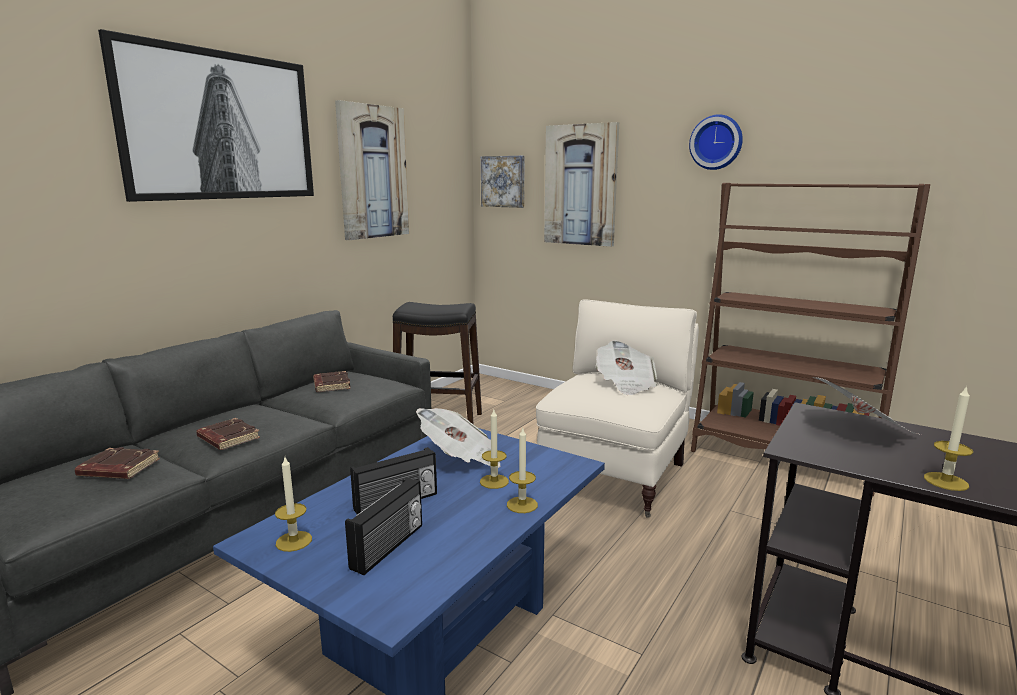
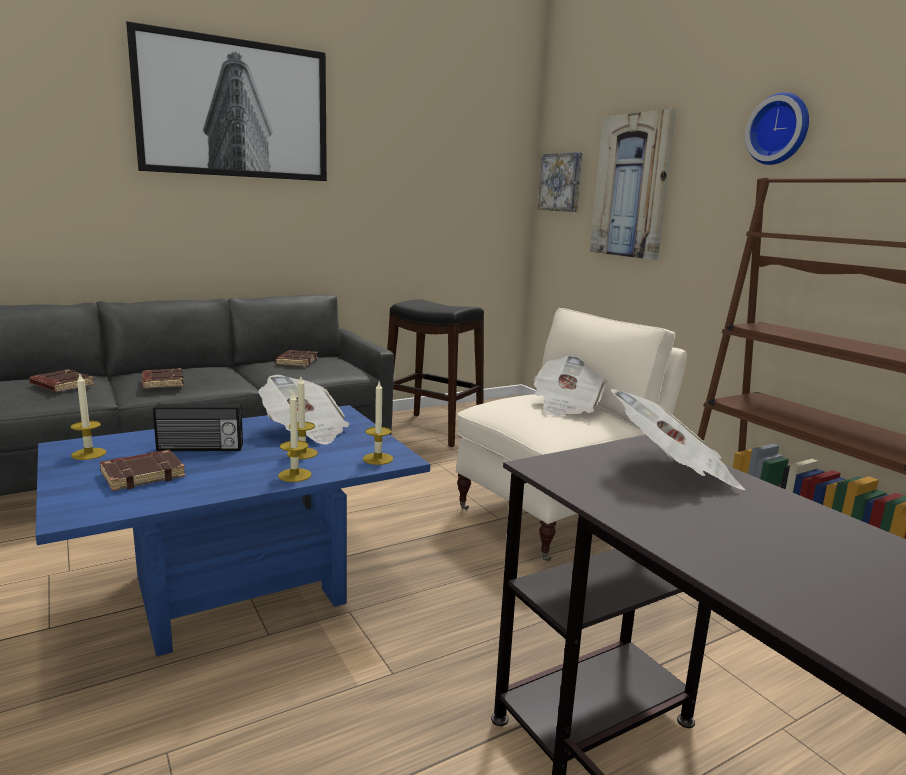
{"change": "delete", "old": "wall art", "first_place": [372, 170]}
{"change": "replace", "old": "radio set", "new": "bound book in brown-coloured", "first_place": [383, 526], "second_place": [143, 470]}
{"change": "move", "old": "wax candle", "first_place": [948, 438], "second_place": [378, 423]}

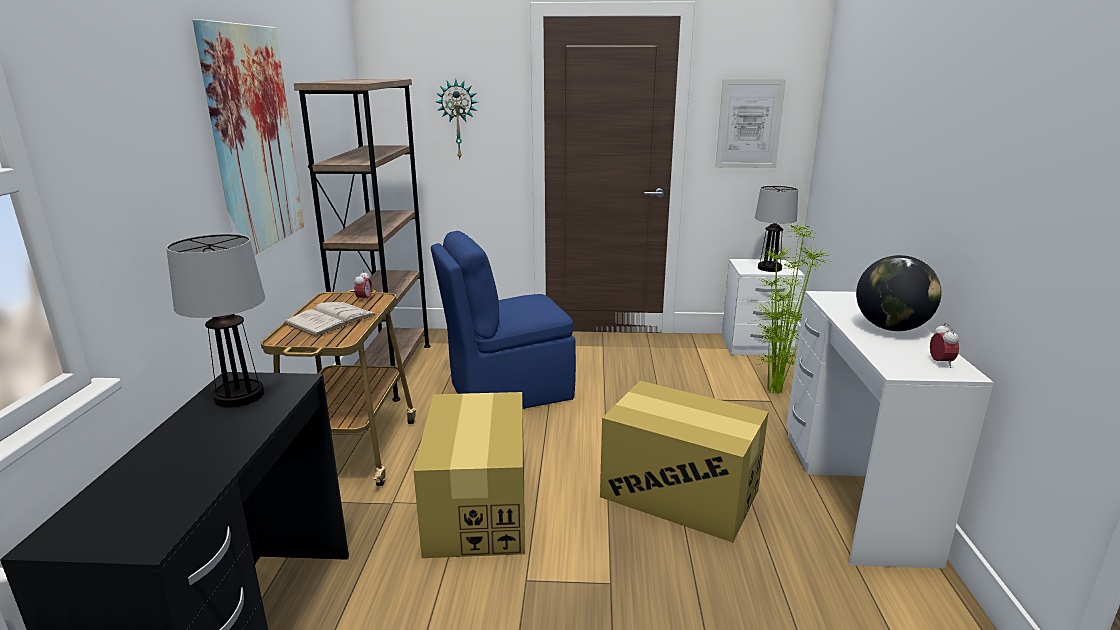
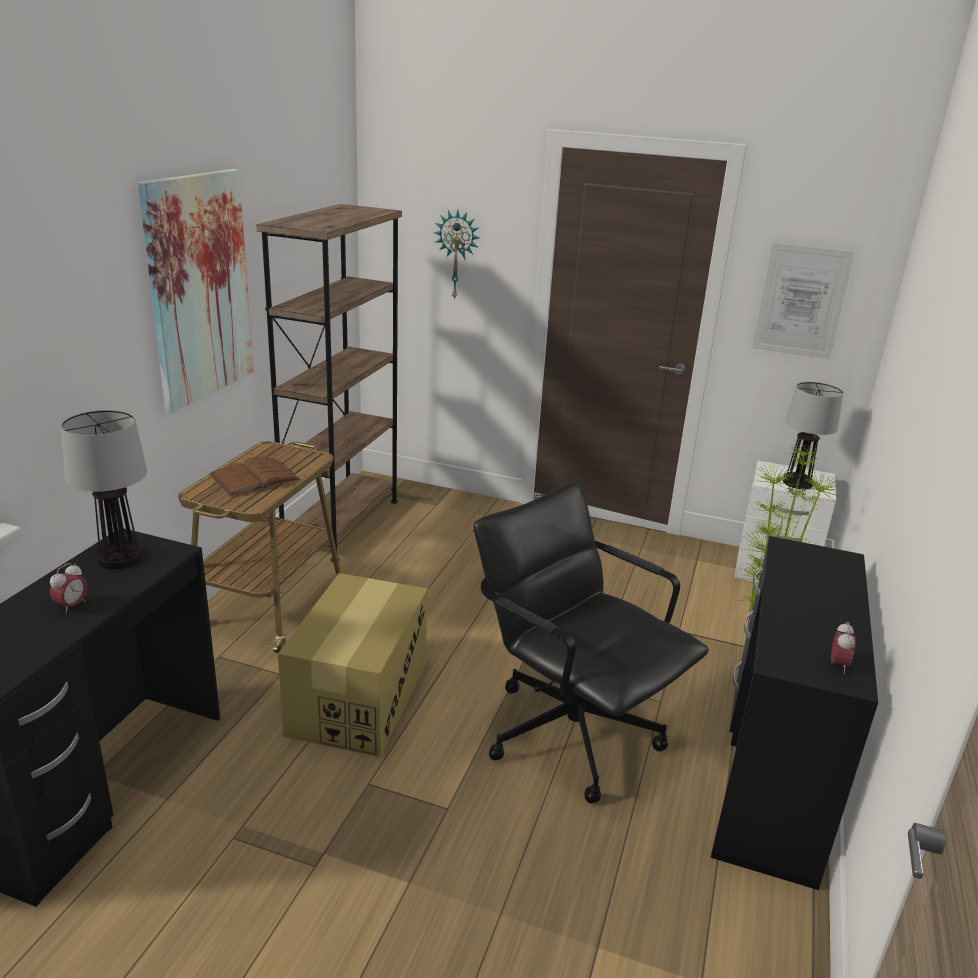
{"change": "recolor", "old": "bound book in whitish", "new": "bound book in brown-coloured", "first_place": [330, 319], "second_place": [254, 476]}
{"change": "move", "old": "bedside clock", "first_place": [363, 285], "second_place": [68, 588]}
{"change": "delete", "old": "chair in blue", "first_place": [503, 320]}
{"change": "replace", "old": "cardboard box", "new": "computer chair in black-coloured", "first_place": [684, 462], "second_place": [591, 643]}
{"change": "recolor", "old": "desk unit in whitish", "new": "desk unit in black-coloured", "first_place": [890, 430], "second_place": [794, 713]}
{"change": "delete", "old": "globe", "first_place": [899, 293]}

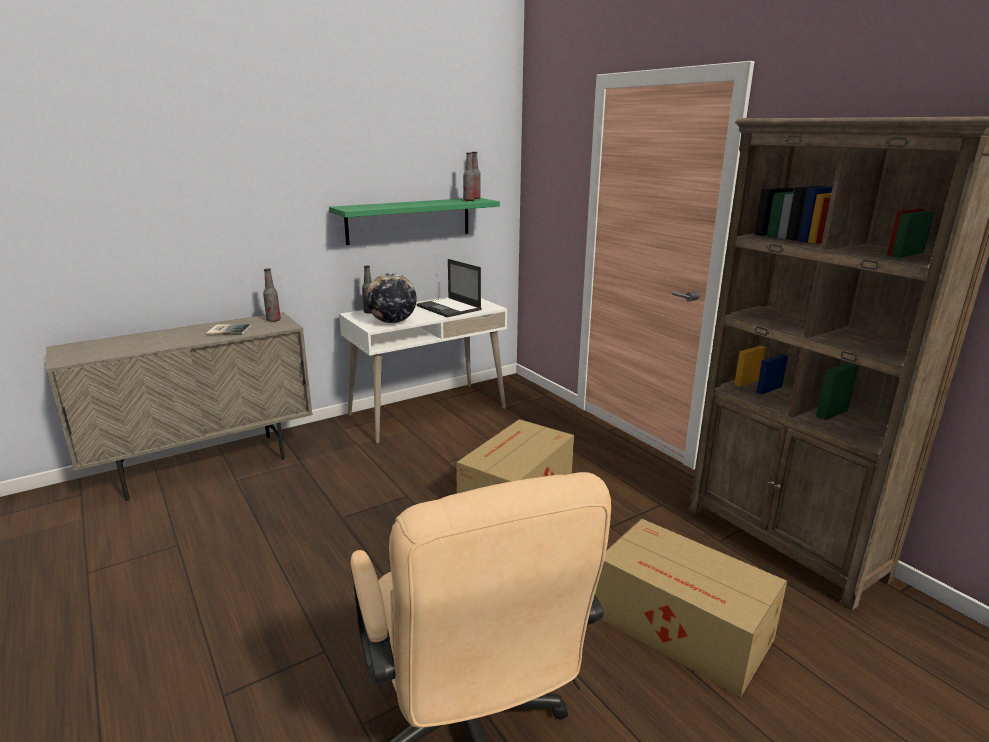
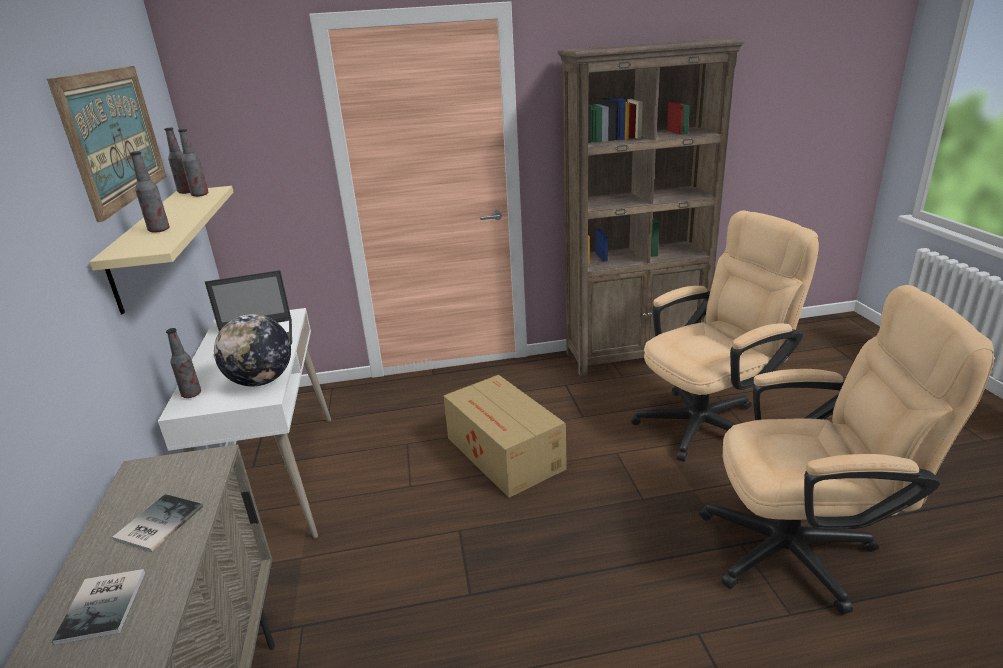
{"change": "move", "old": "beverage bottle", "first_place": [272, 295], "second_place": [150, 192]}
{"change": "recolor", "old": "shelf in greenish", "new": "shelf in beige", "first_place": [414, 221], "second_place": [161, 250]}
{"change": "replace", "old": "cardboard box", "new": "computer chair in beige", "first_place": [691, 608], "second_place": [725, 336]}
{"change": "insert", "new": "wall art", "second_place": [107, 144]}
{"change": "insert", "new": "bound book", "second_place": [98, 607]}

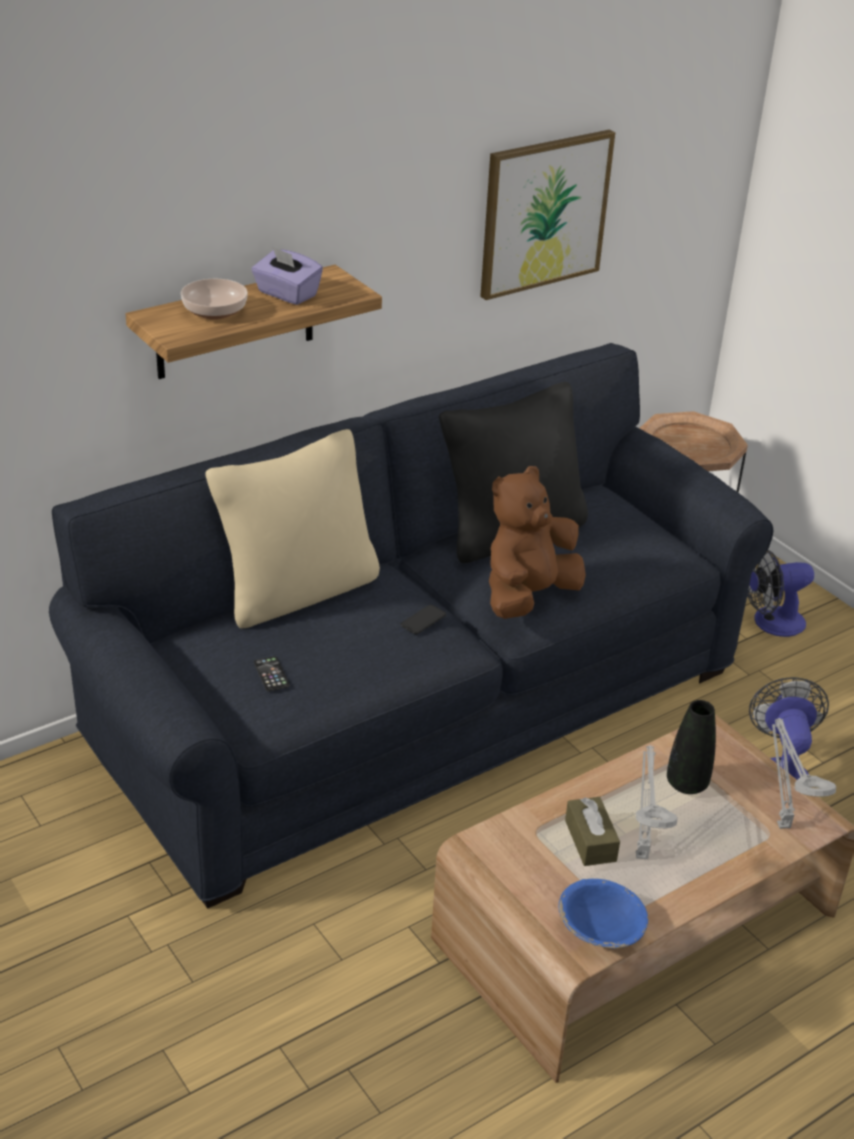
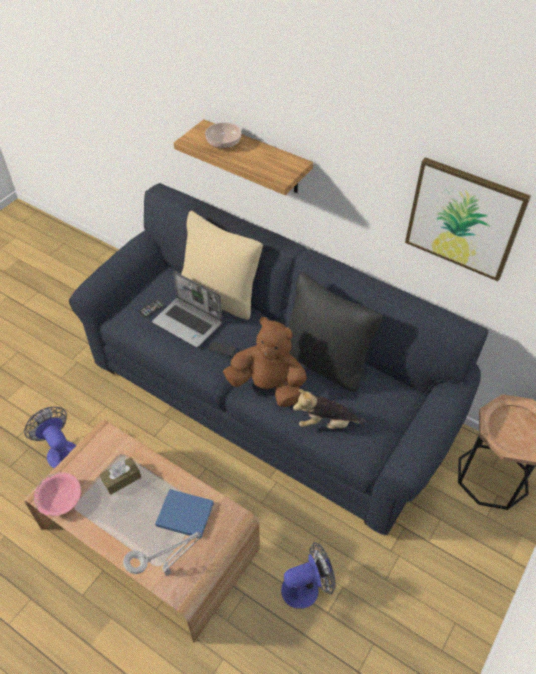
{"change": "delete", "old": "tissue box in purplish", "first_place": [287, 275]}
{"change": "recolor", "old": "deep dish in blue", "new": "deep dish in pink", "first_place": [603, 914], "second_place": [57, 494]}
{"change": "delete", "old": "lamp for a table in gray", "first_place": [657, 802]}
{"change": "replace", "old": "vase in black-coloured", "new": "bound book in blue", "first_place": [691, 747], "second_place": [184, 513]}
{"change": "move", "old": "electric fan", "first_place": [780, 593], "second_place": [50, 437]}
{"change": "insert", "new": "laptop", "second_place": [187, 309]}
{"change": "insert", "new": "plush toy", "second_place": [329, 409]}

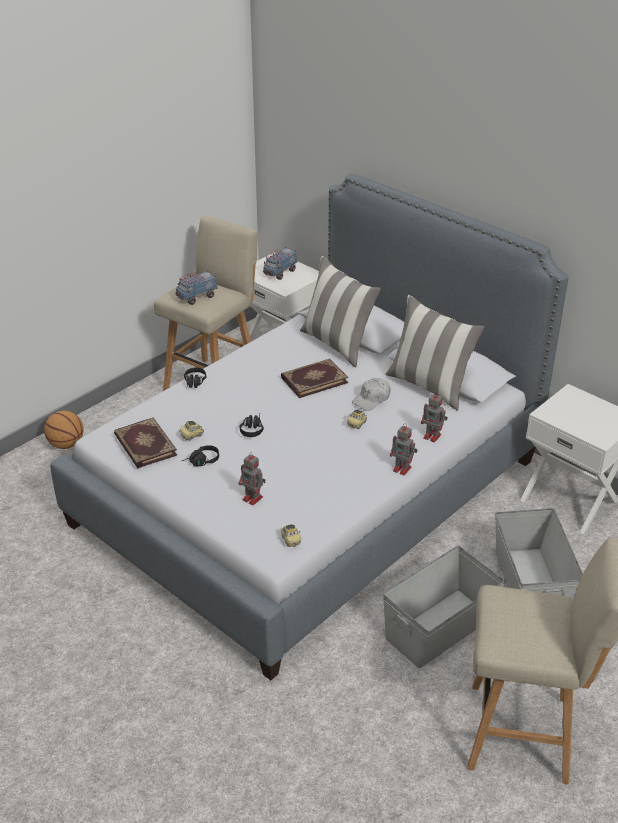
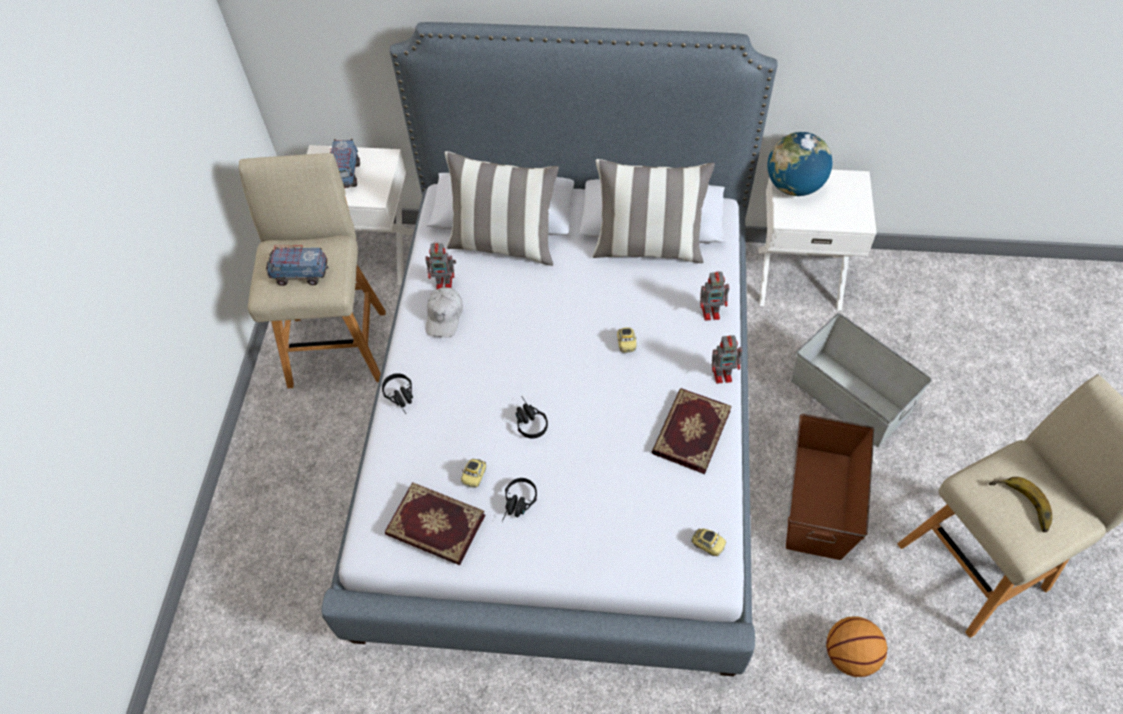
{"change": "move", "old": "basketball ball", "first_place": [63, 430], "second_place": [856, 646]}
{"change": "rotate", "old": "toy lorry", "first_place": [196, 287], "second_place": [297, 265], "degrees": 75}
{"change": "move", "old": "robot figure", "first_place": [252, 479], "second_place": [440, 266]}
{"change": "move", "old": "bound book", "first_place": [314, 378], "second_place": [692, 431]}
{"change": "move", "old": "baseball cap in whitish", "first_place": [371, 394], "second_place": [444, 312]}
{"change": "recolor", "old": "storage bin in gray", "new": "storage bin in brown-coloured", "first_place": [444, 607], "second_place": [830, 487]}
{"change": "insert", "new": "globe", "second_place": [799, 164]}
{"change": "insert", "new": "banana fruit", "second_place": [1020, 504]}

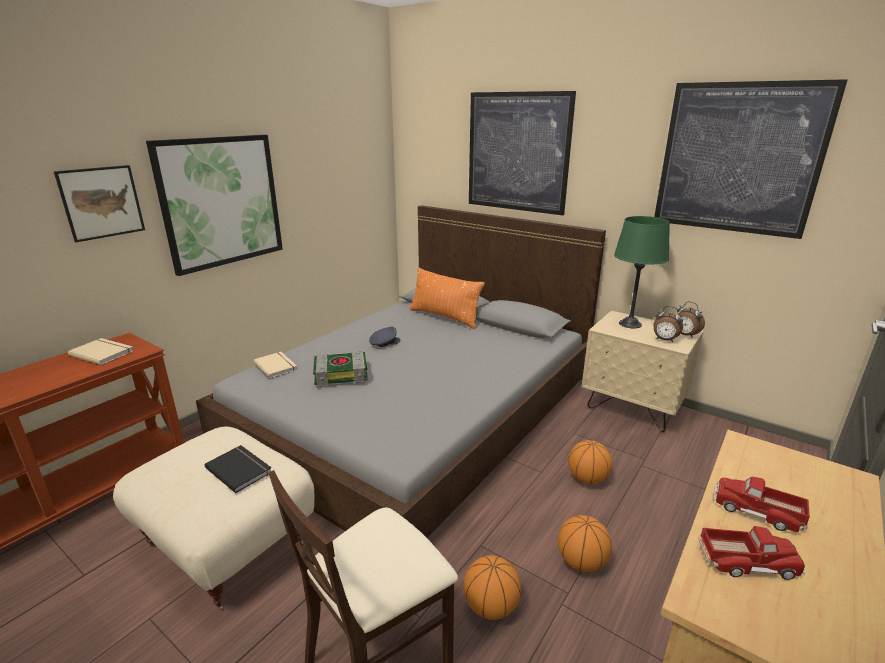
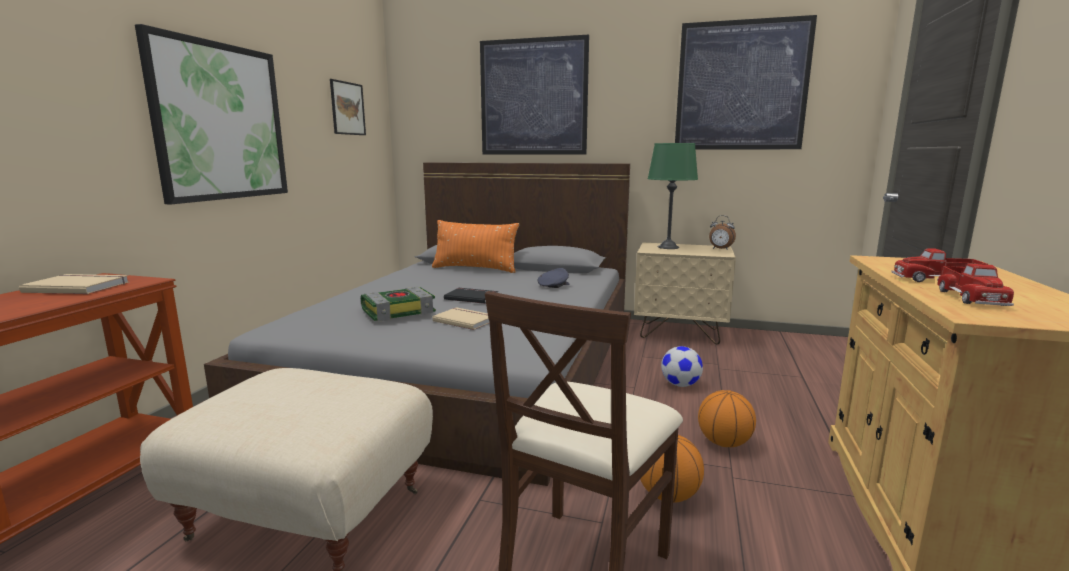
{"change": "move", "old": "wall art", "first_place": [99, 203], "second_place": [348, 107]}
{"change": "move", "old": "bound book in black-coloured", "first_place": [238, 469], "second_place": [471, 296]}
{"change": "move", "old": "bound book in beige", "first_place": [276, 365], "second_place": [461, 318]}
{"change": "move", "old": "baseball cap in gray", "first_place": [384, 337], "second_place": [553, 278]}
{"change": "replace", "old": "basketball ball", "new": "ball for football", "first_place": [590, 462], "second_place": [682, 366]}
{"change": "delete", "old": "bedside clock", "first_place": [668, 324]}
{"change": "rotate", "old": "toy lorry", "first_place": [752, 553], "second_place": [975, 285], "degrees": 120}

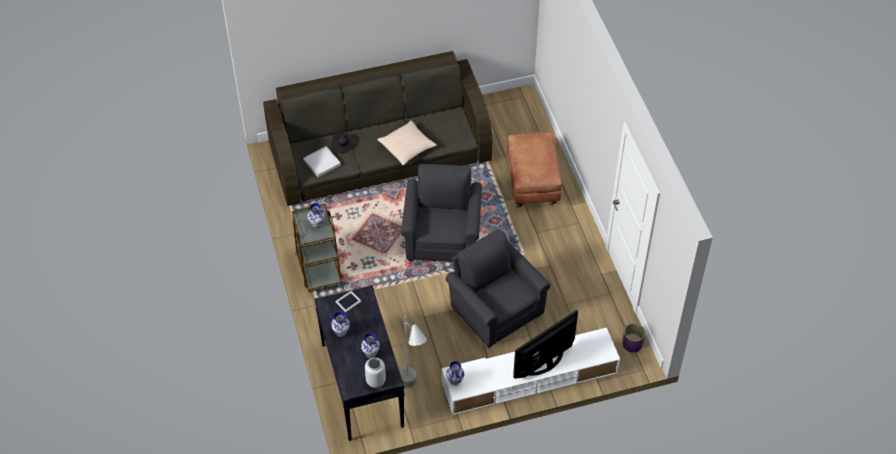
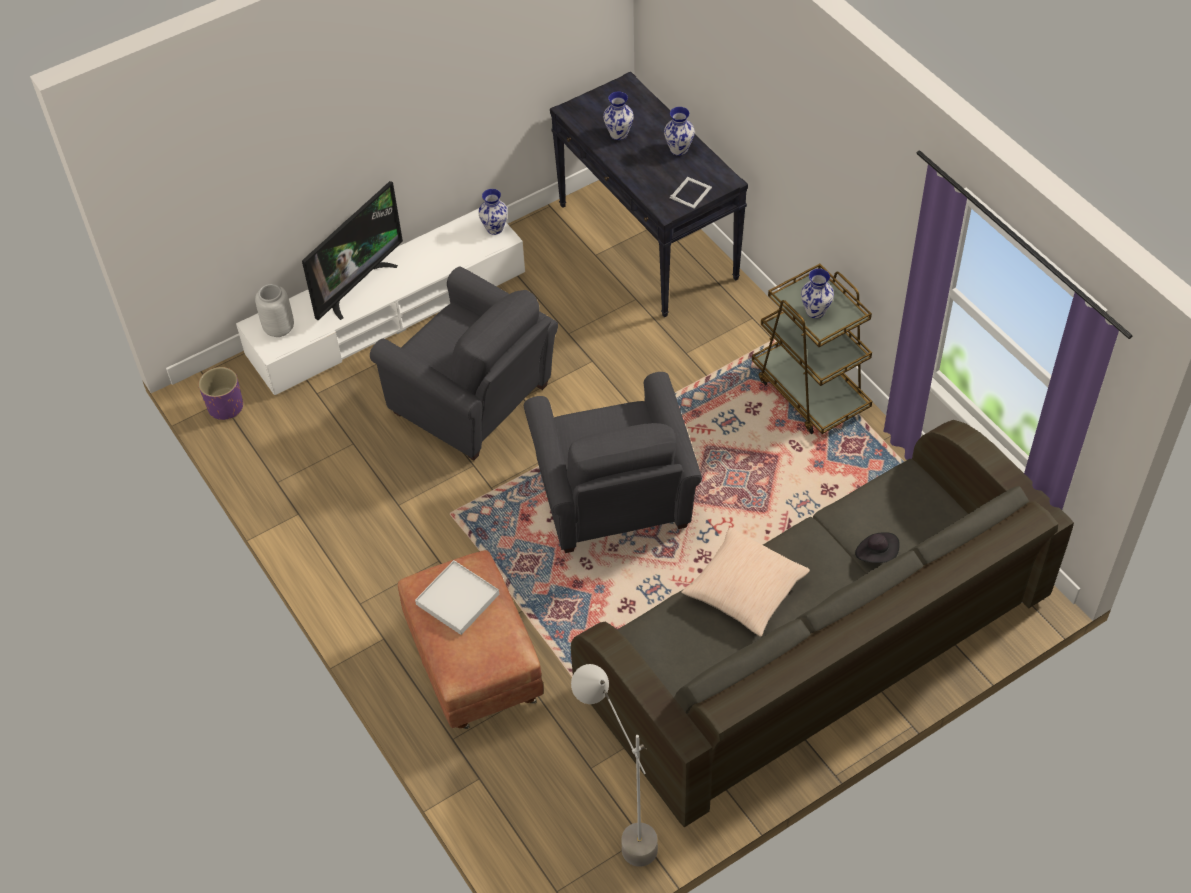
{"change": "move", "old": "serving tray in whitish", "first_place": [322, 161], "second_place": [457, 597]}
{"change": "move", "old": "vase in gray", "first_place": [375, 372], "second_place": [274, 310]}
{"change": "move", "old": "floor lamp in gray", "first_place": [413, 352], "second_place": [614, 765]}

